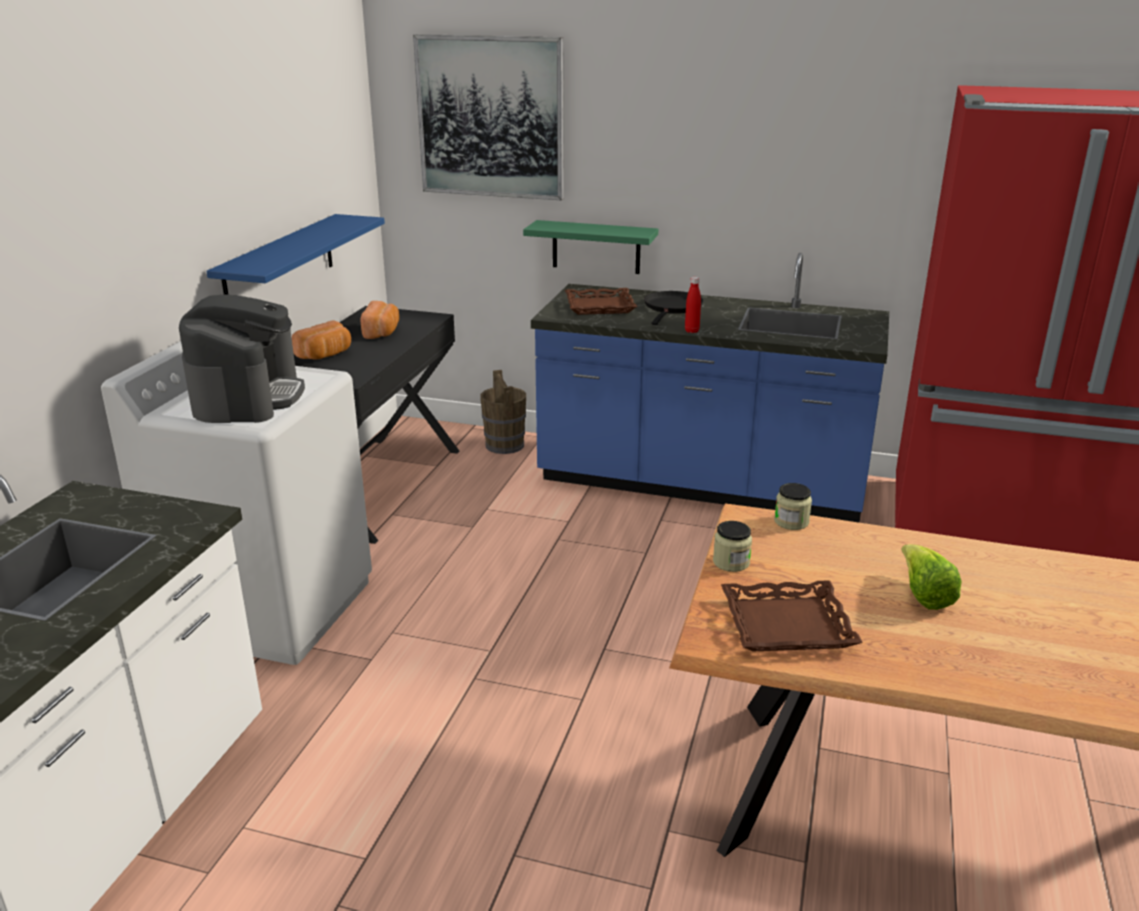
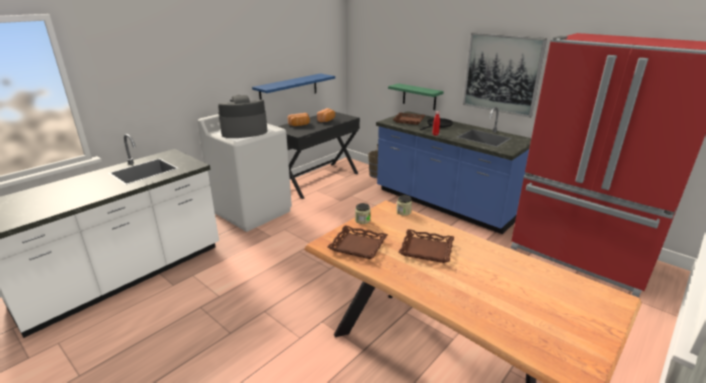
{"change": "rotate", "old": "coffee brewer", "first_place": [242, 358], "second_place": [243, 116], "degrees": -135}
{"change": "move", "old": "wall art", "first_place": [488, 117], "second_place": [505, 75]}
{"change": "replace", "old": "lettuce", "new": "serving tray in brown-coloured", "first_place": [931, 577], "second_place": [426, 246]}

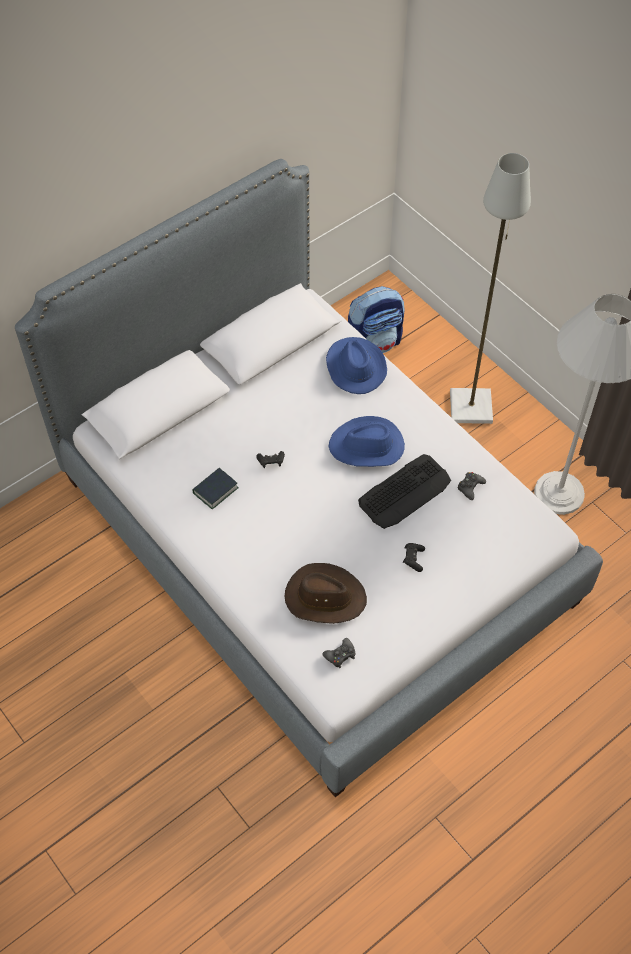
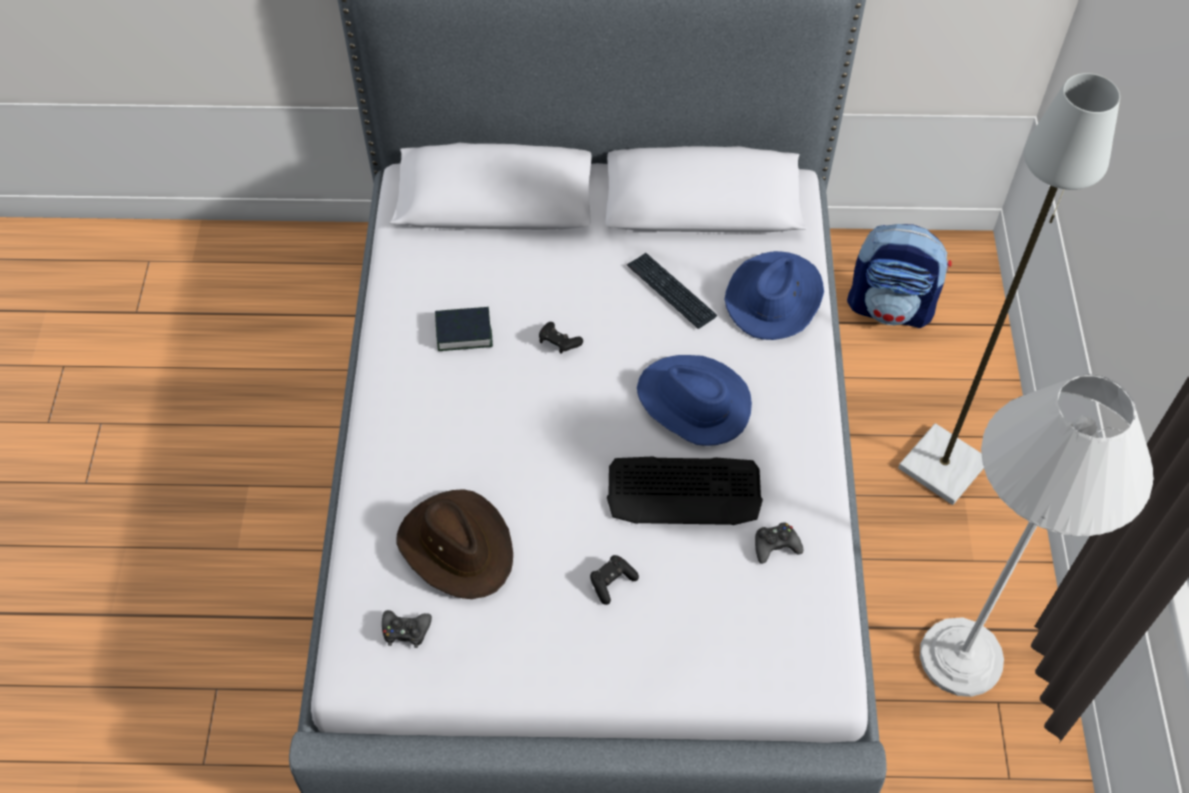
{"change": "insert", "new": "PC keyboard", "second_place": [672, 291]}

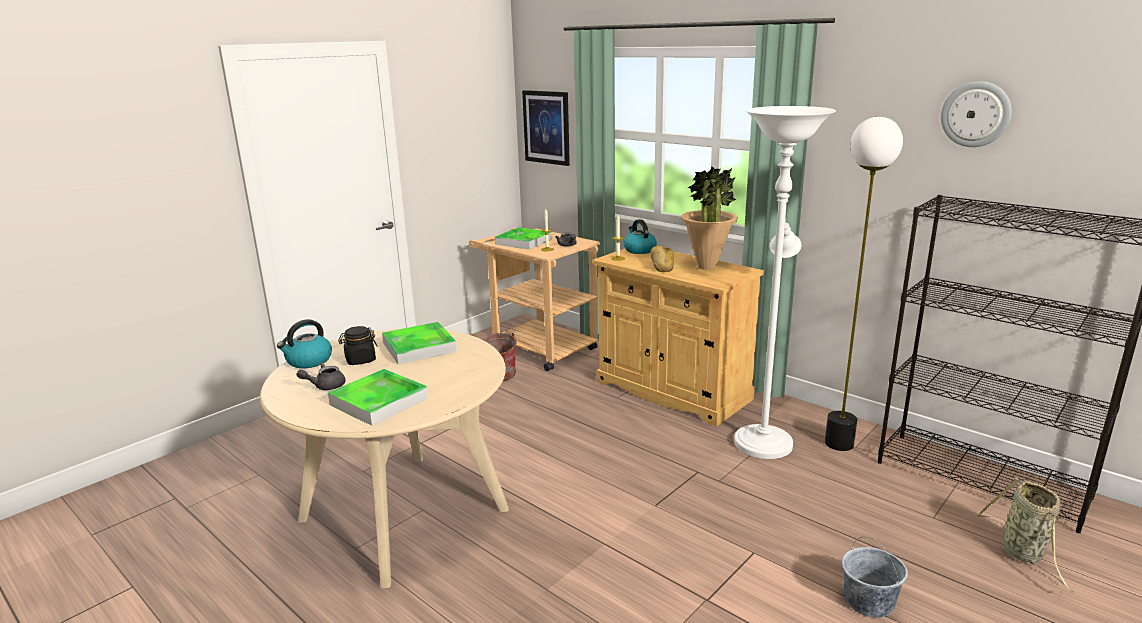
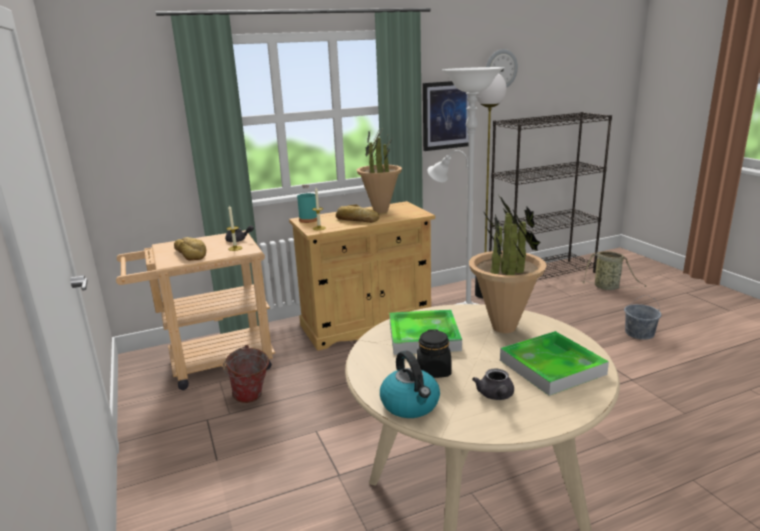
{"change": "replace", "old": "serving tray", "new": "bread", "first_place": [523, 238], "second_place": [190, 249]}
{"change": "move", "old": "wall art", "first_place": [546, 128], "second_place": [446, 116]}
{"change": "replace", "old": "tea kettle", "new": "beverage bottle in blue-green", "first_place": [640, 236], "second_place": [307, 203]}
{"change": "insert", "new": "houseplant", "second_place": [508, 263]}

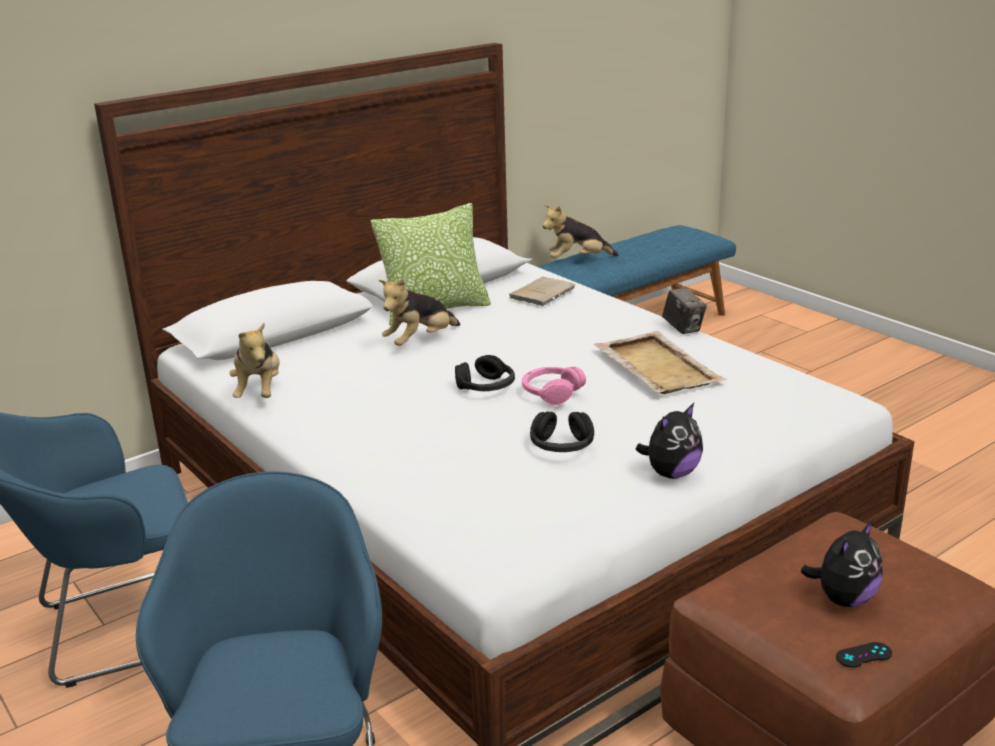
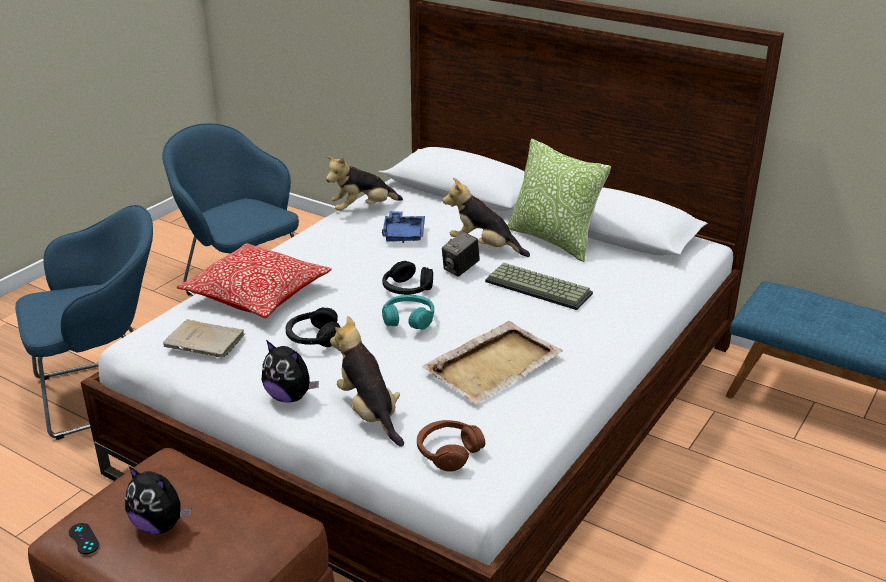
{"change": "move", "old": "bound book in beige", "first_place": [542, 291], "second_place": [204, 338]}
{"change": "recolor", "old": "headphones in pink", "new": "headphones in blue-green", "first_place": [554, 385], "second_place": [408, 312]}
{"change": "move", "old": "plush toy", "first_place": [580, 231], "second_place": [367, 381]}
{"change": "move", "old": "photo camera", "first_place": [684, 311], "second_place": [461, 254]}
{"change": "insert", "new": "cushion", "second_place": [254, 280]}
{"change": "insert", "new": "serving tray in blue", "second_place": [403, 227]}
{"change": "insert", "new": "headphones in brown-coloured", "second_place": [451, 446]}
{"change": "insert", "new": "PC keyboard", "second_place": [539, 286]}

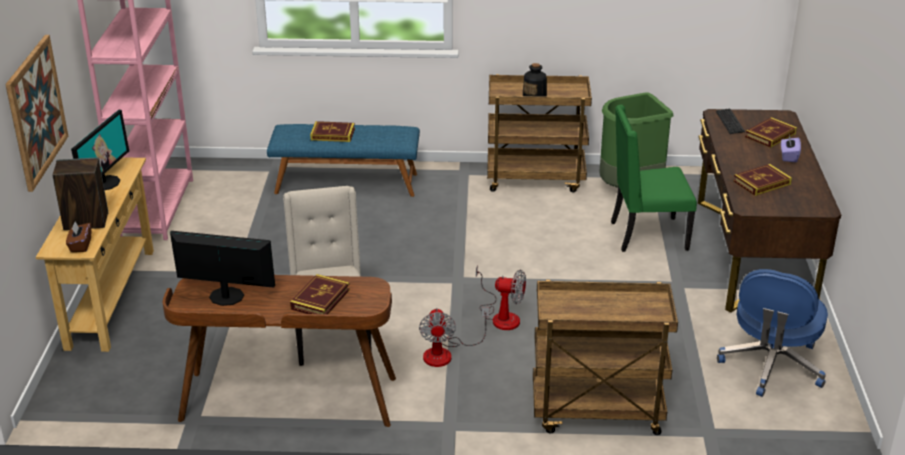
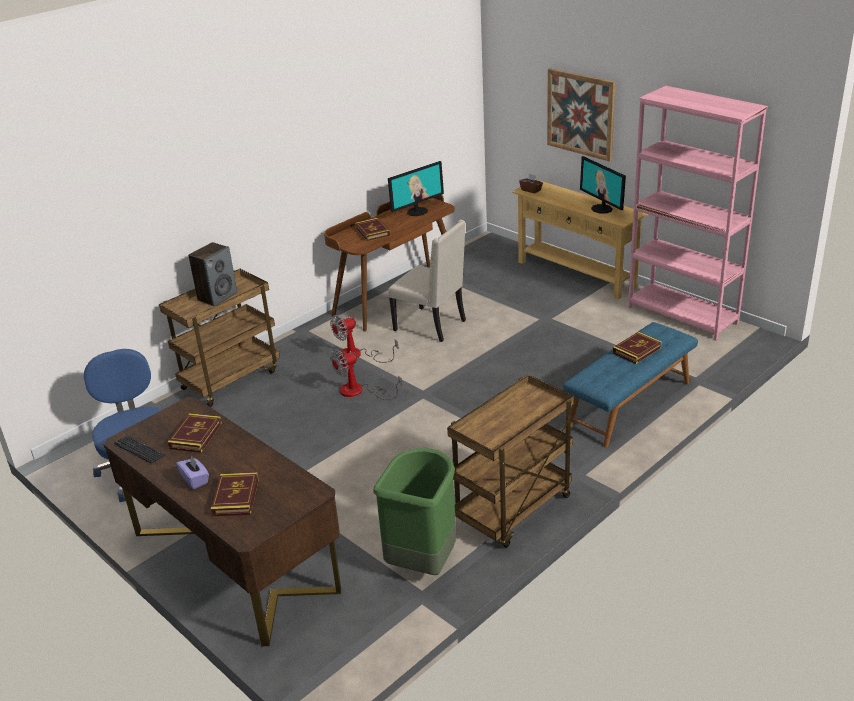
{"change": "move", "old": "audio speaker", "first_place": [80, 193], "second_place": [212, 274]}
{"change": "rotate", "old": "electric fan", "first_place": [454, 337], "second_place": [364, 339], "degrees": -75}
{"change": "delete", "old": "beverage bottle", "first_place": [535, 80]}
{"change": "delete", "old": "chair in greenish", "first_place": [654, 178]}
{"change": "move", "old": "PC keyboard", "first_place": [730, 121], "second_place": [140, 449]}

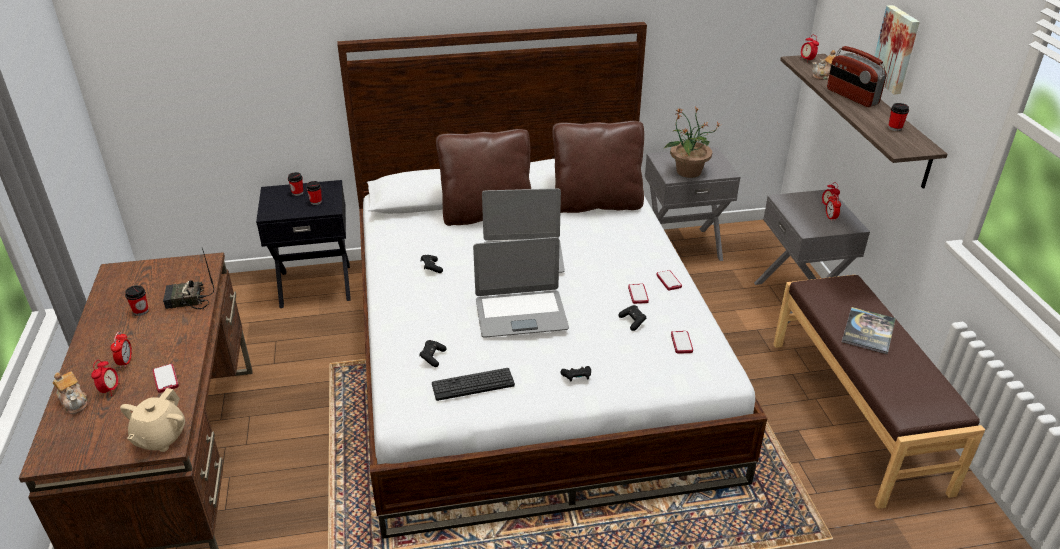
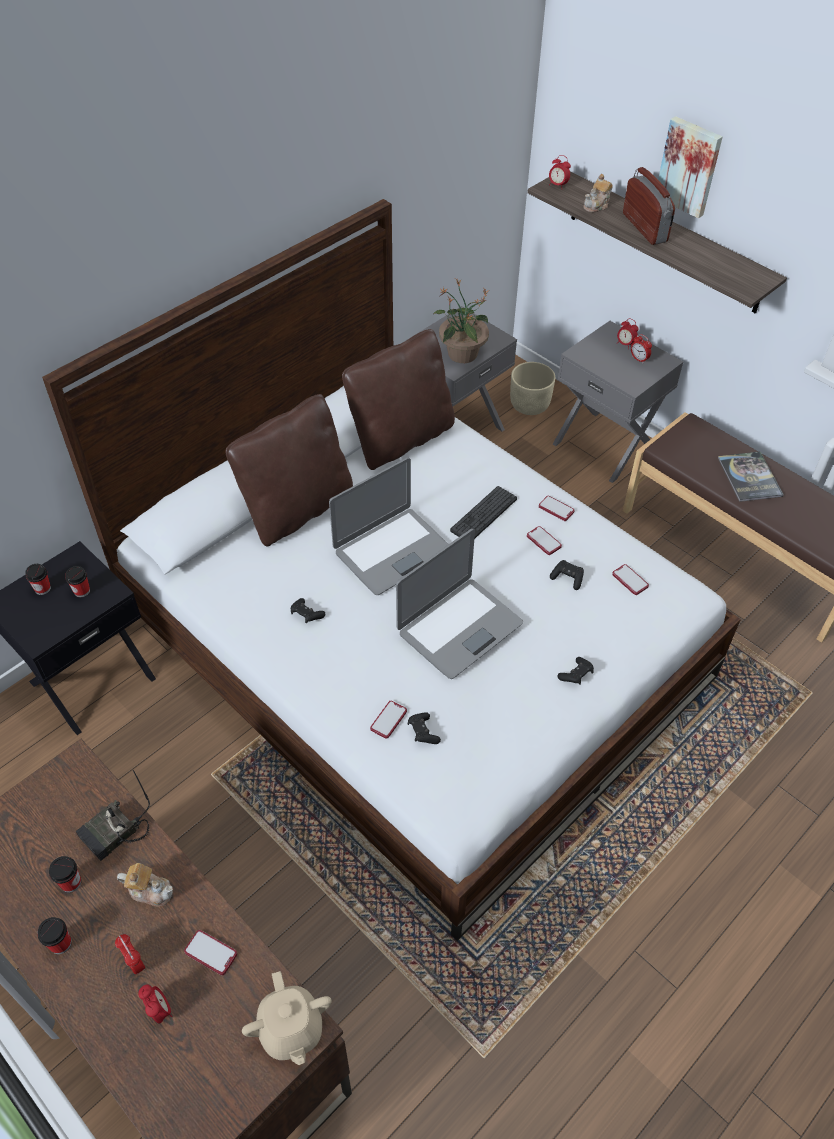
{"change": "move", "old": "teapot", "first_place": [69, 393], "second_place": [145, 885]}
{"change": "move", "old": "PC keyboard", "first_place": [473, 384], "second_place": [483, 512]}
{"change": "rotate", "old": "radio set", "first_place": [857, 76], "second_place": [649, 206], "degrees": -135}
{"change": "move", "old": "small cup", "first_place": [898, 117], "second_place": [55, 935]}
{"change": "insert", "new": "handset", "second_place": [388, 720]}
{"change": "insert", "new": "plant pot in beige", "second_place": [532, 388]}

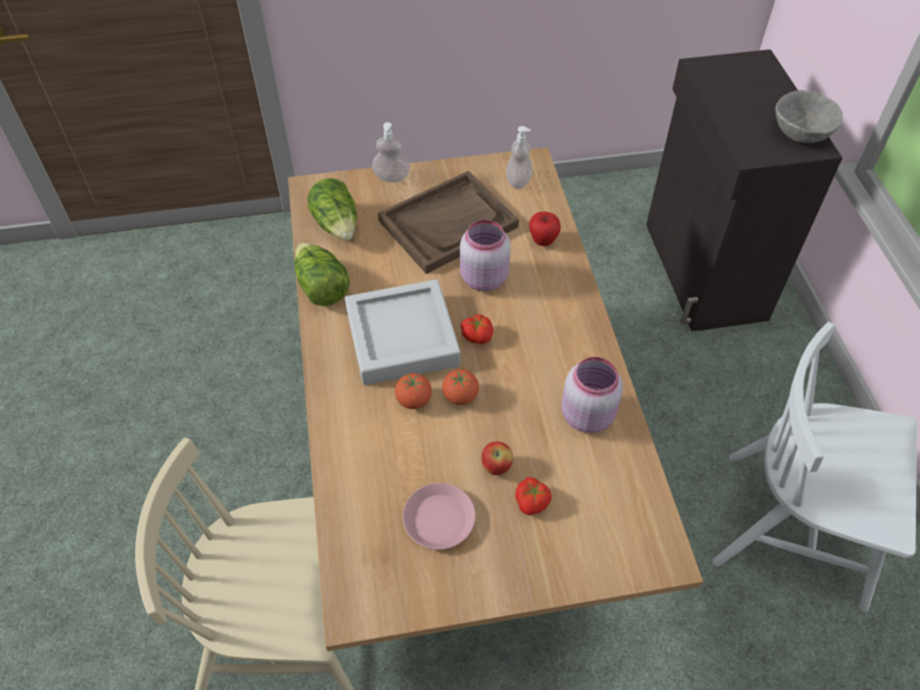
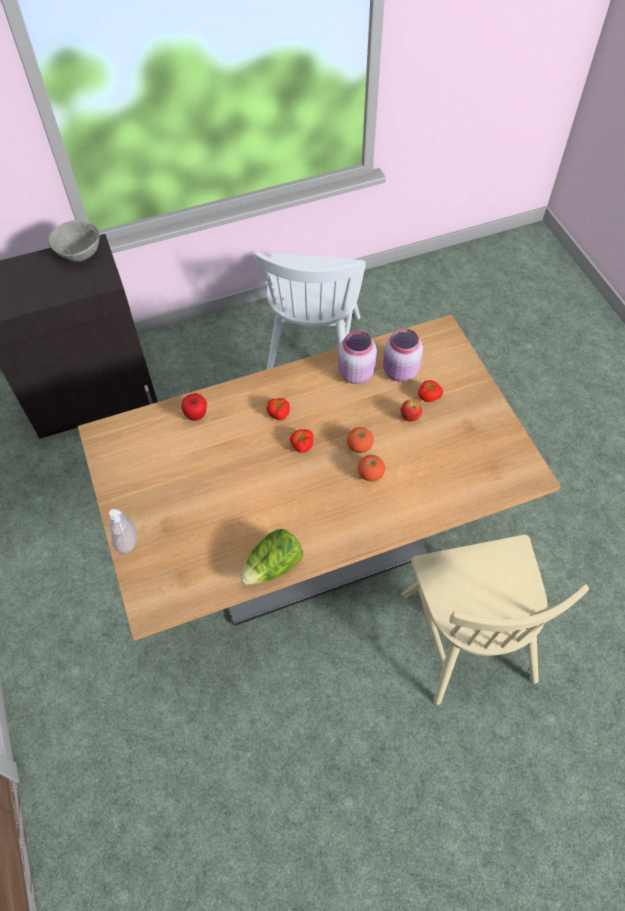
{"change": "delete", "old": "lettuce", "first_place": [332, 209]}
{"change": "delete", "old": "serving tray in gray", "first_place": [403, 332]}
{"change": "delete", "old": "serving tray in brown-coloured", "first_place": [448, 222]}
{"change": "delete", "old": "flat dish in pink", "first_place": [439, 516]}
{"change": "move", "old": "storage jar in pink", "first_place": [485, 255], "second_place": [403, 355]}
{"change": "delete", "old": "soap bottle", "first_place": [519, 157]}
{"change": "insert", "new": "whole tomato", "second_place": [278, 409]}

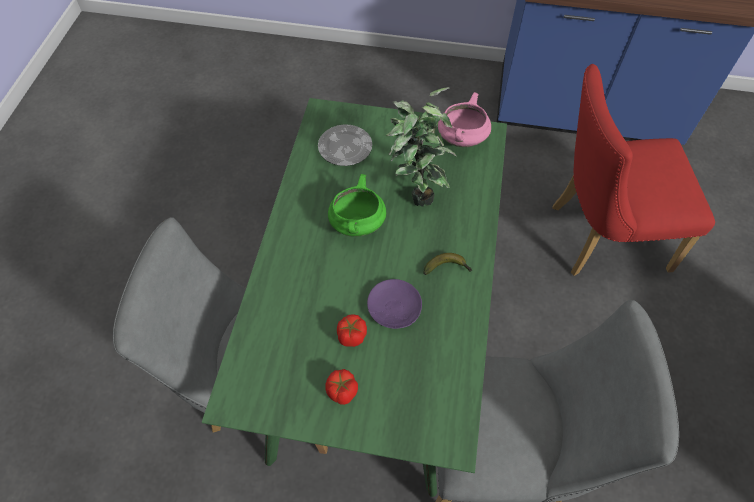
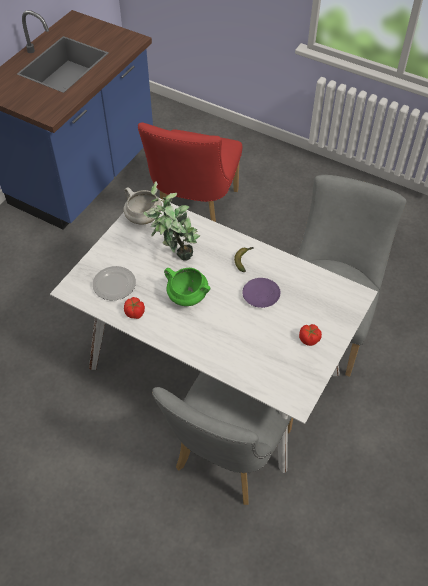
{"change": "recolor", "old": "kitchen table in greenish", "new": "kitchen table in whitish", "first_place": [354, 297], "second_place": [214, 335]}
{"change": "move", "old": "whole tomato", "first_place": [352, 330], "second_place": [134, 308]}
{"change": "recolor", "old": "stockpot in pink", "new": "stockpot in whitish", "first_place": [464, 119], "second_place": [143, 206]}

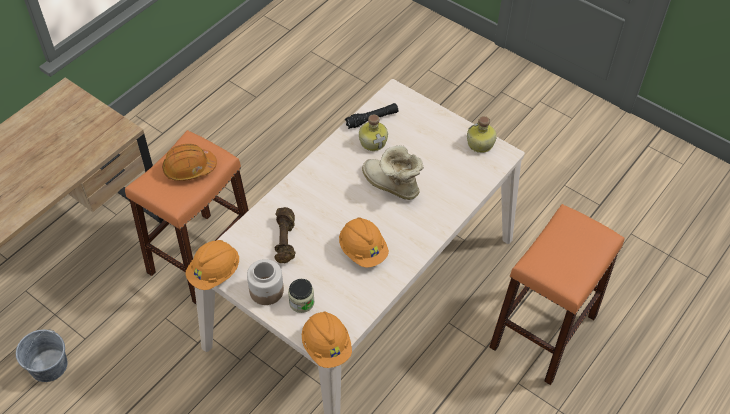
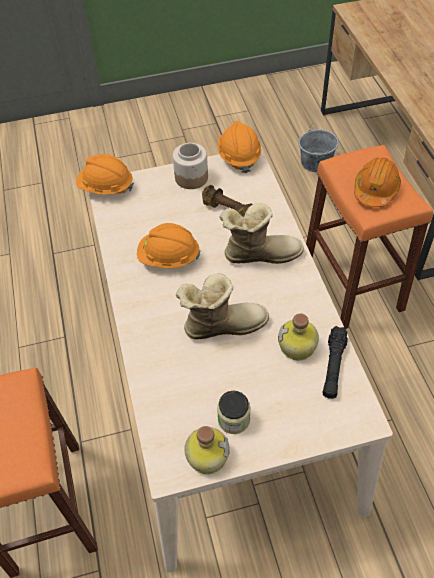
{"change": "move", "old": "storage jar", "first_place": [301, 296], "second_place": [234, 412]}
{"change": "insert", "new": "boot", "second_place": [261, 233]}

